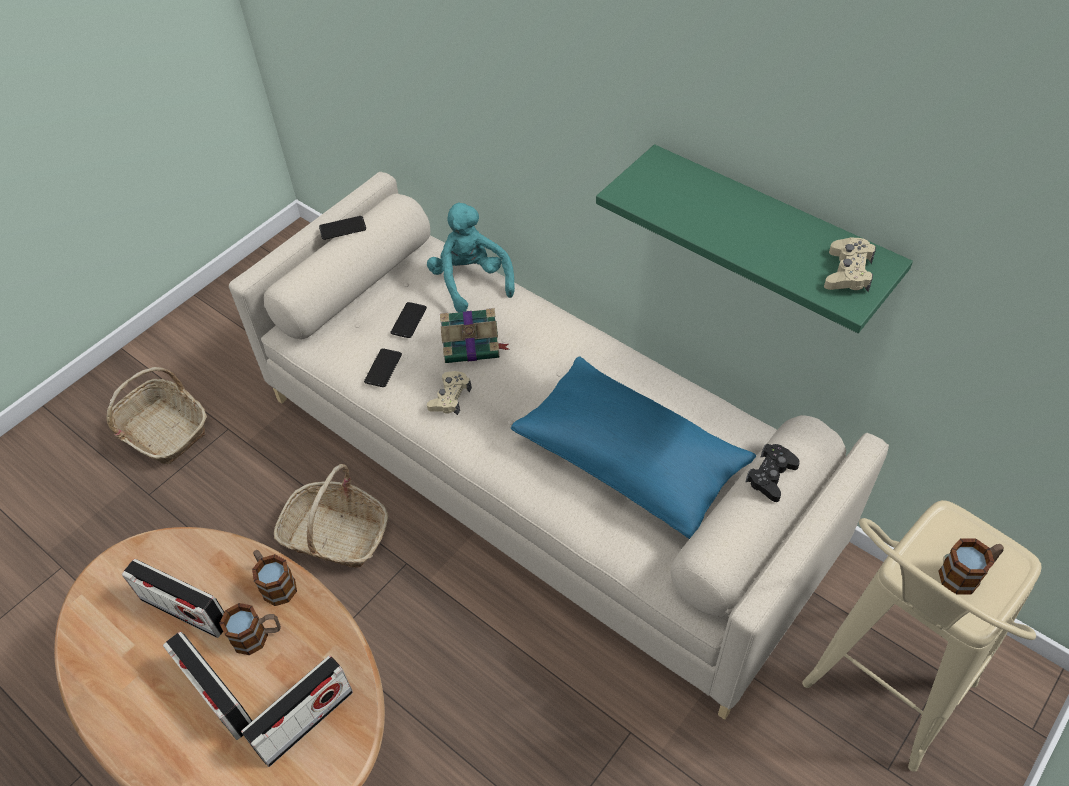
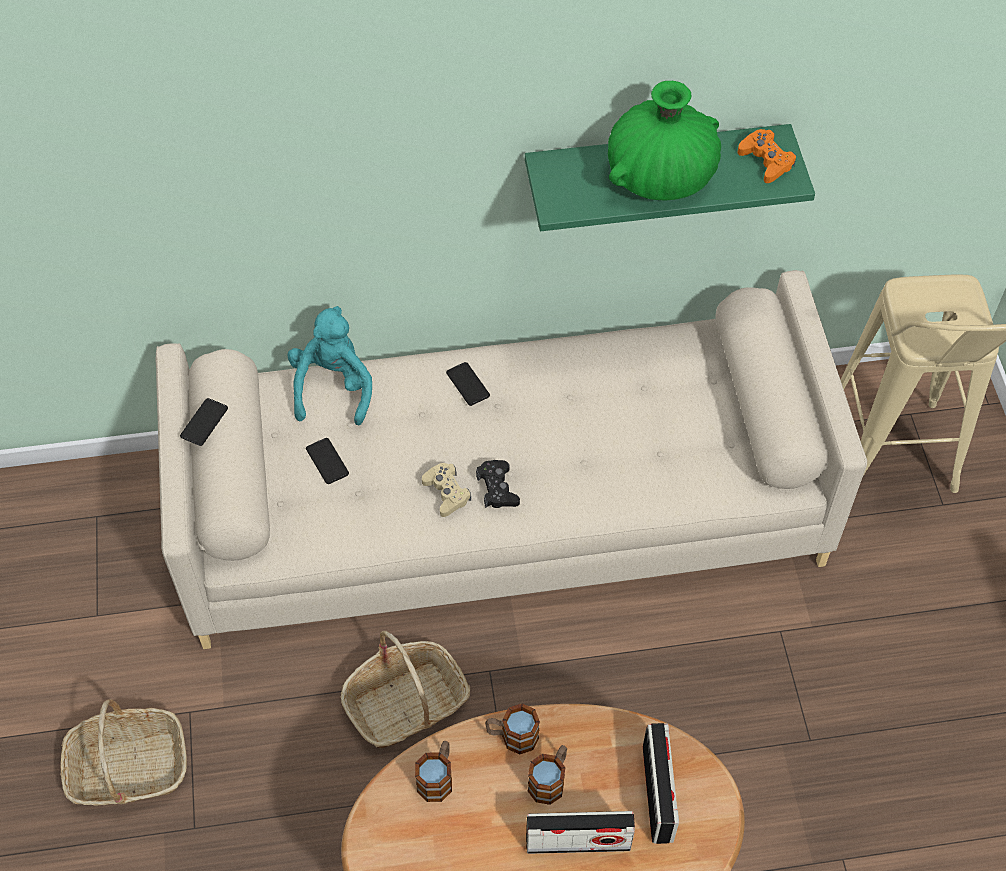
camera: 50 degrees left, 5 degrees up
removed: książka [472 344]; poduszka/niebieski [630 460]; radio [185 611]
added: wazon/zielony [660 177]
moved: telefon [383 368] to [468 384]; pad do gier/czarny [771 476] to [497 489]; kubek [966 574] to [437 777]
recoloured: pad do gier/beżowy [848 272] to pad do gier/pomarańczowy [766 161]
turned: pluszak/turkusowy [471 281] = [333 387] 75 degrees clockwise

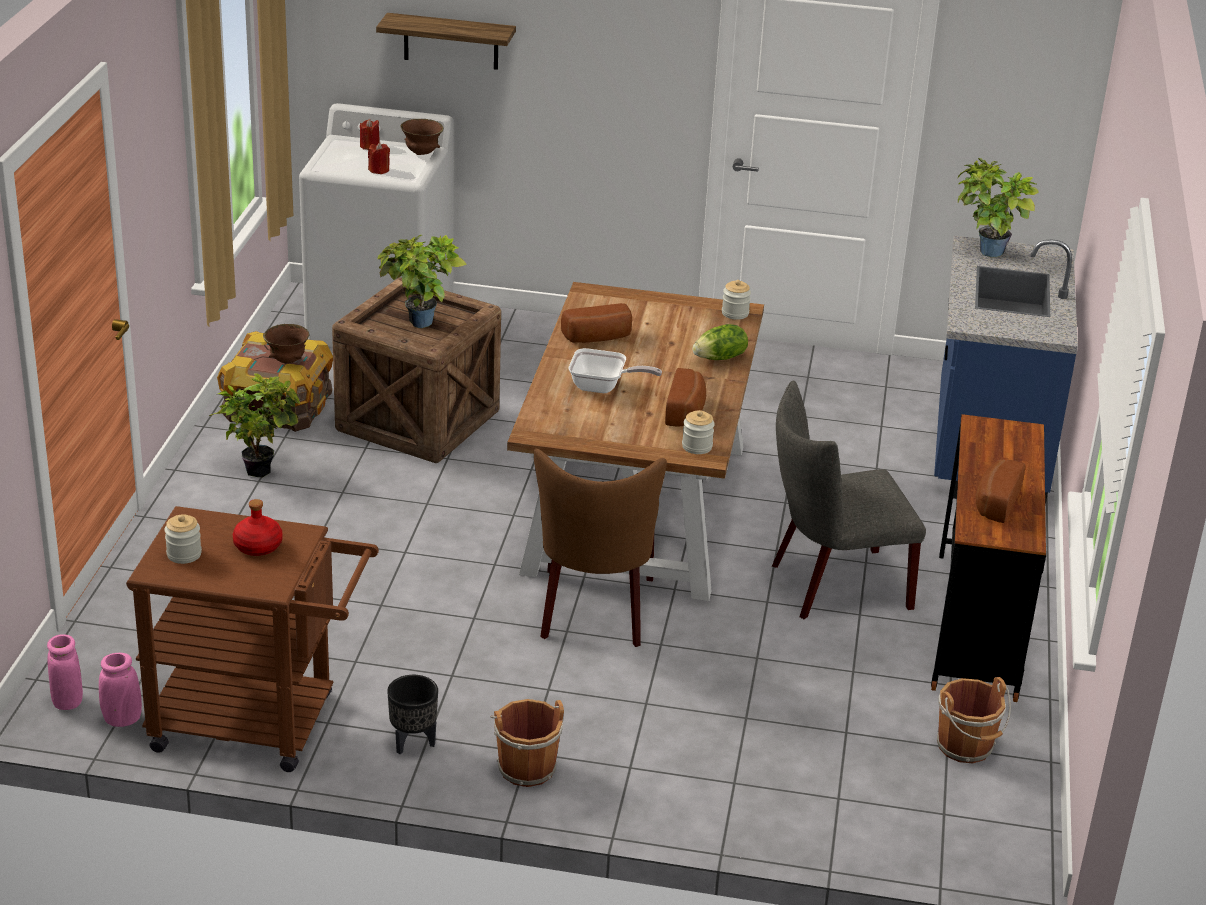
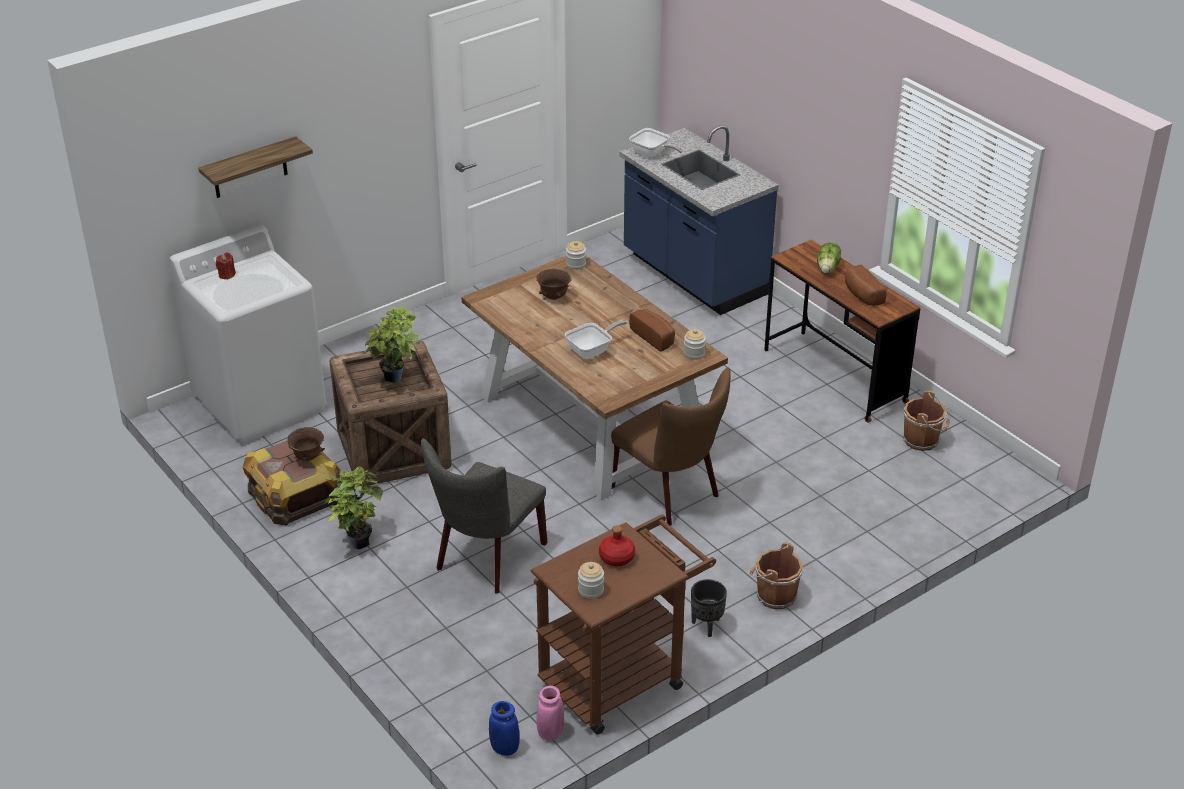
camera: 45 degrees left, 5 degrees up
removed: świeca/czerwony [379 170]; chleb [598 338]
moved: miska/brązowy [421 153] to [554 297]; sałata [720 358] to [828 268]; krzesło/szary [831 586] to [486 559]
replaced: roślina doniczkowa [985 253] to patelnia [652 154]
recoloured: wazon/różowy [67 702] to wazon/niebieski [504 748]

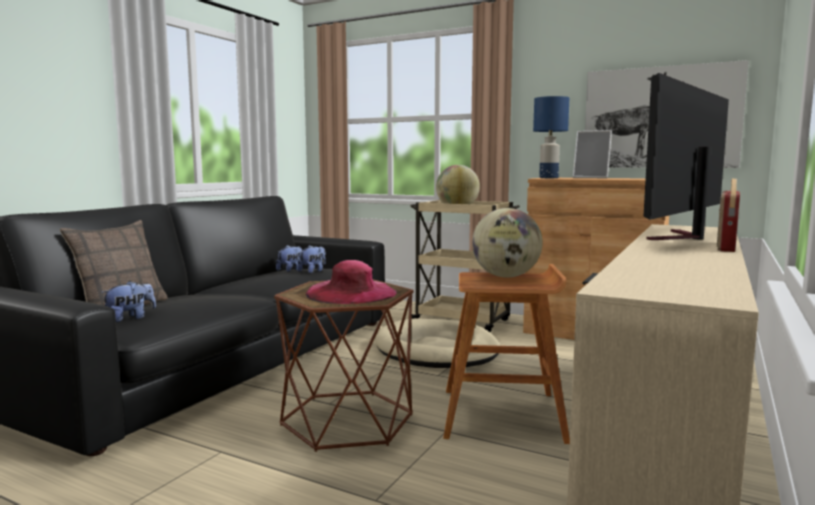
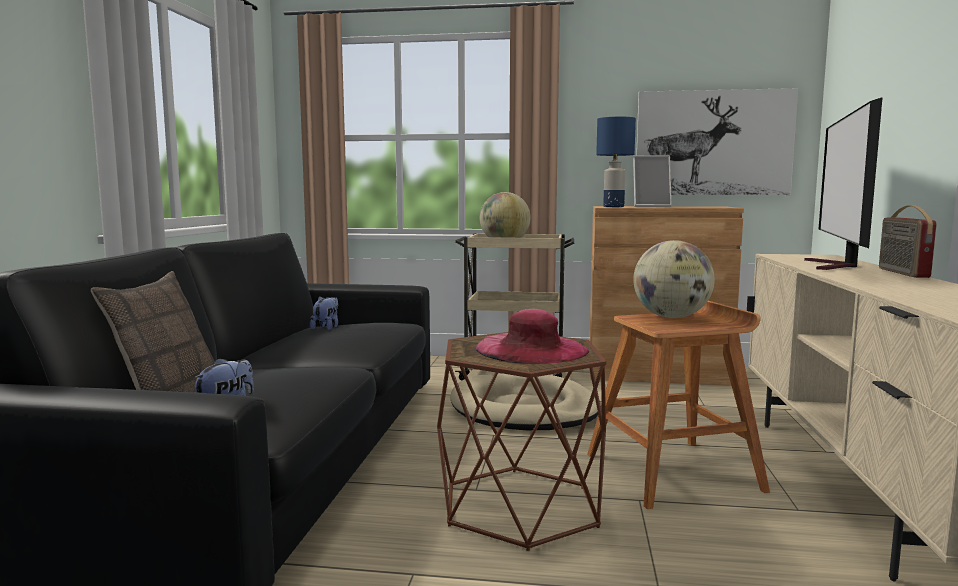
camera: 20 degrees left, 0 degrees up
removed: pluszak [313 271]

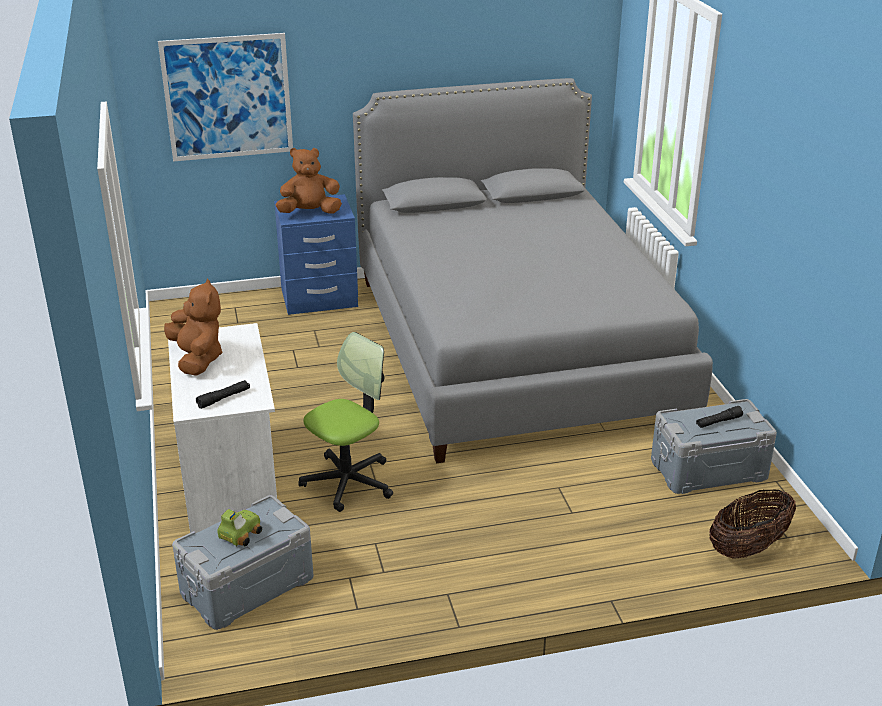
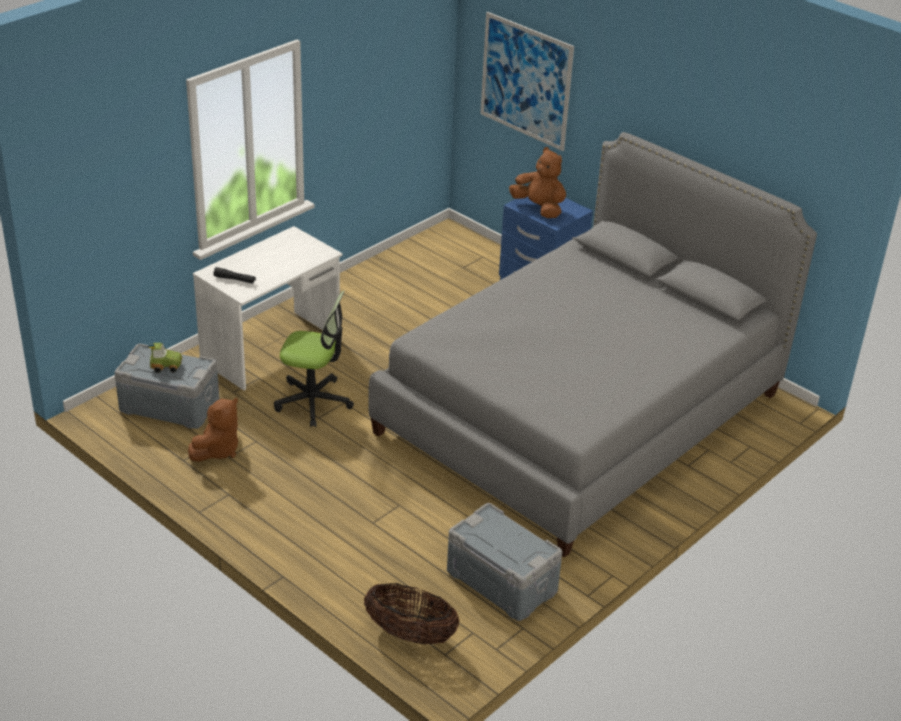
camera: 55 degrees right, 5 degrees up
removed: latarka/czarny [718 422]
moved: pluszak/brązowy [197 359] to [217 450]

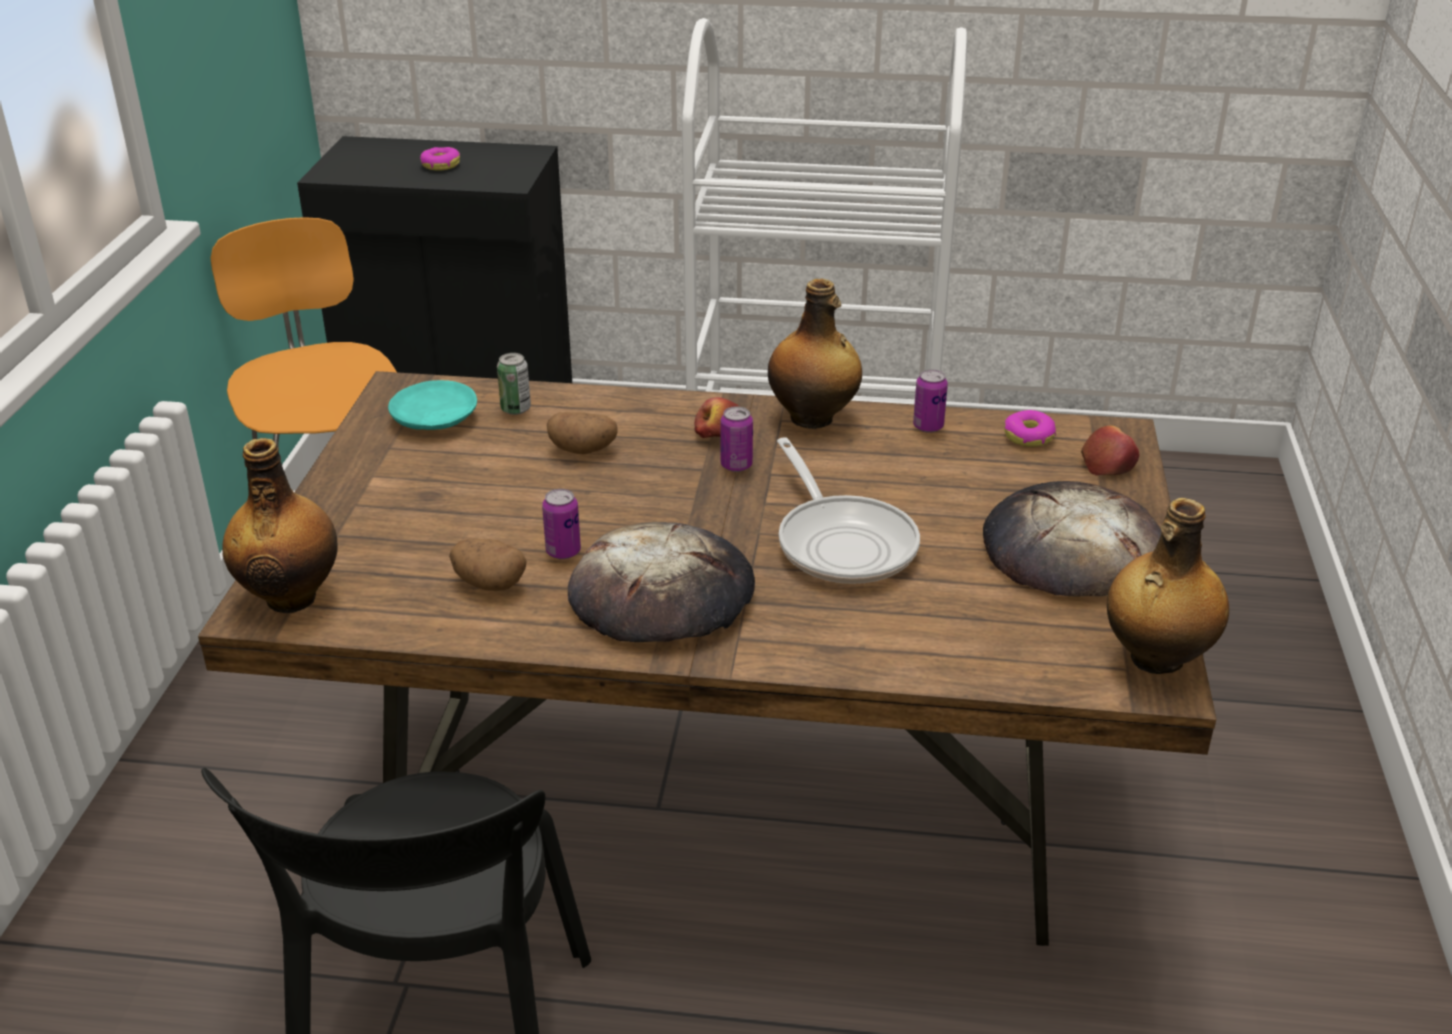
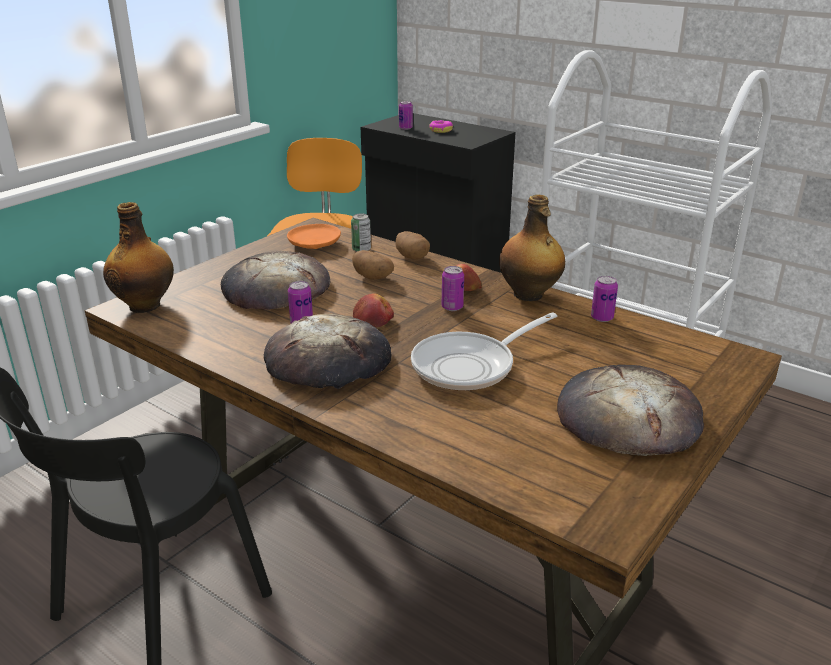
camera: 30 degrees right, 5 degrees down
removed: donut [1028 436]; butelka [1155 659]
added: puszka [405 128]; chleb [275 288]
moved: jabłko [1108 463] to [373 320]; ziemniak [489 583] to [412 257]
recoloured: talerz/turkusowy [434 419] to talerz/pomarańczowy [314 244]
turned: patelnia [842 542] = [470 366] 45 degrees clockwise

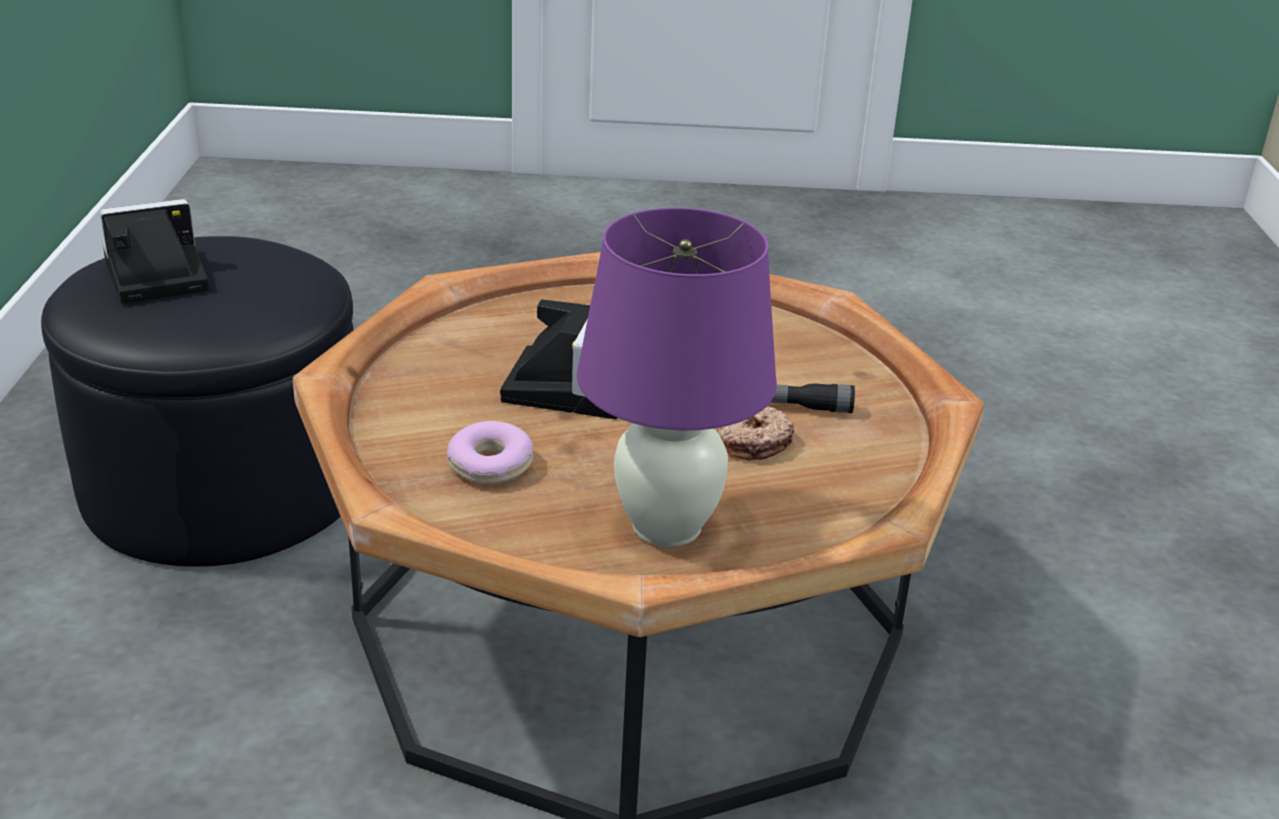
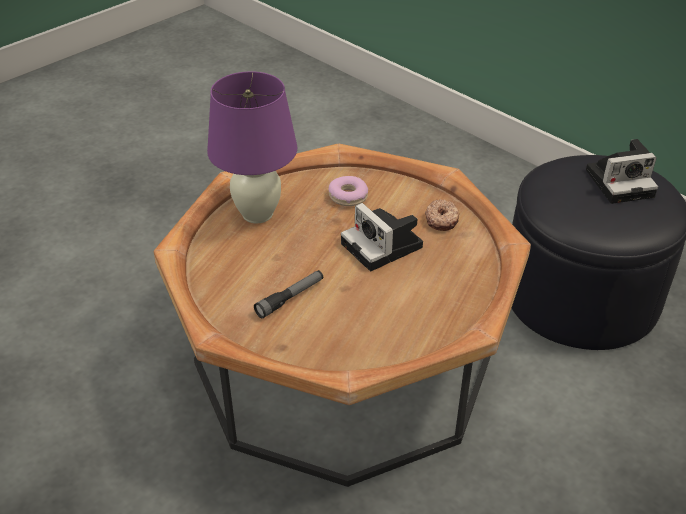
camera: 135 degrees right, 10 degrees up
moved: donut [753 443] to [442 220]
turned: aparat fotograficzny [151 277] = [621 182] 60 degrees clockwise

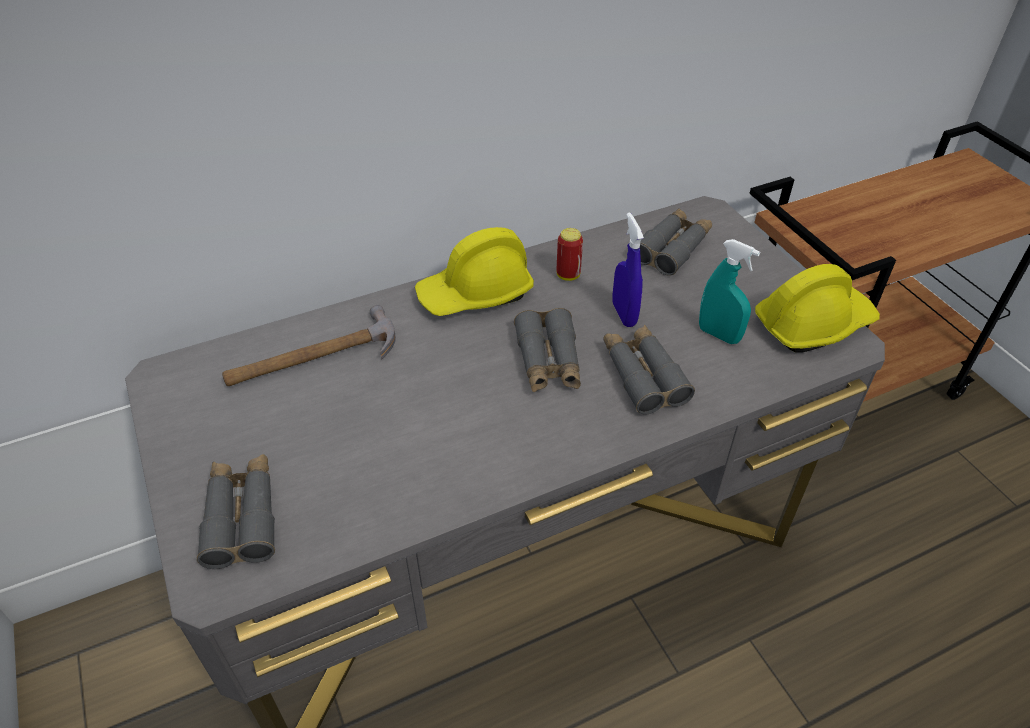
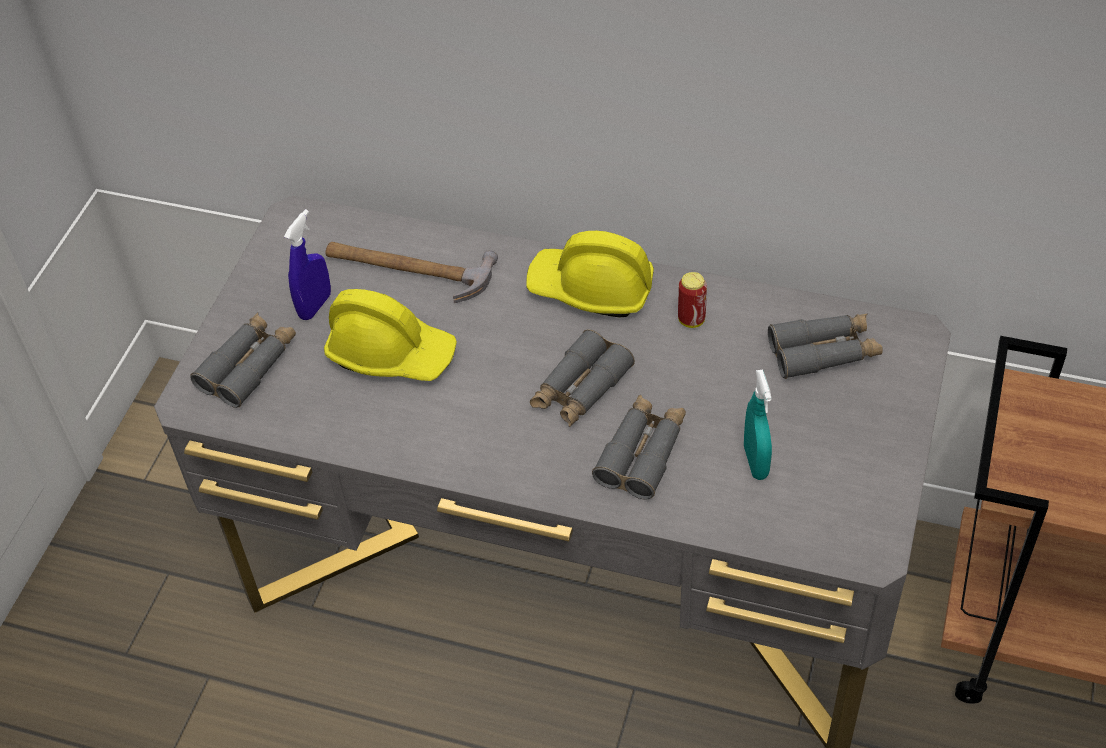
camera: 45 degrees right, 5 degrees up
moved: spryskiwacz/niebieski [624 314] to [315 306]; kask/żółty [812 324] to [391 353]

